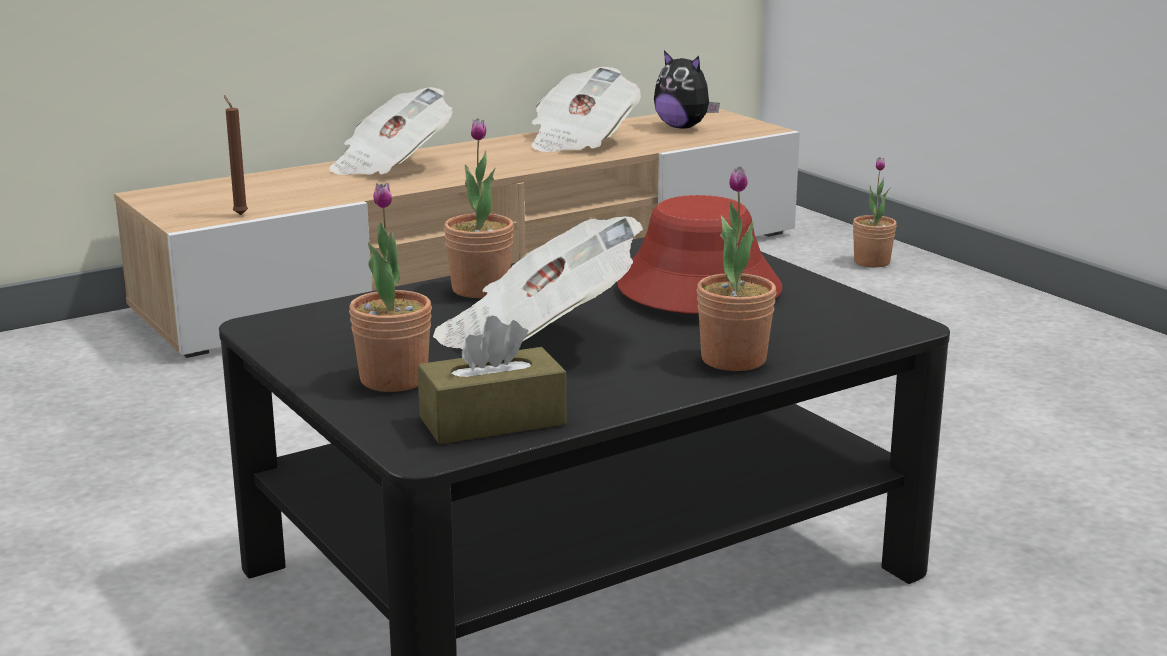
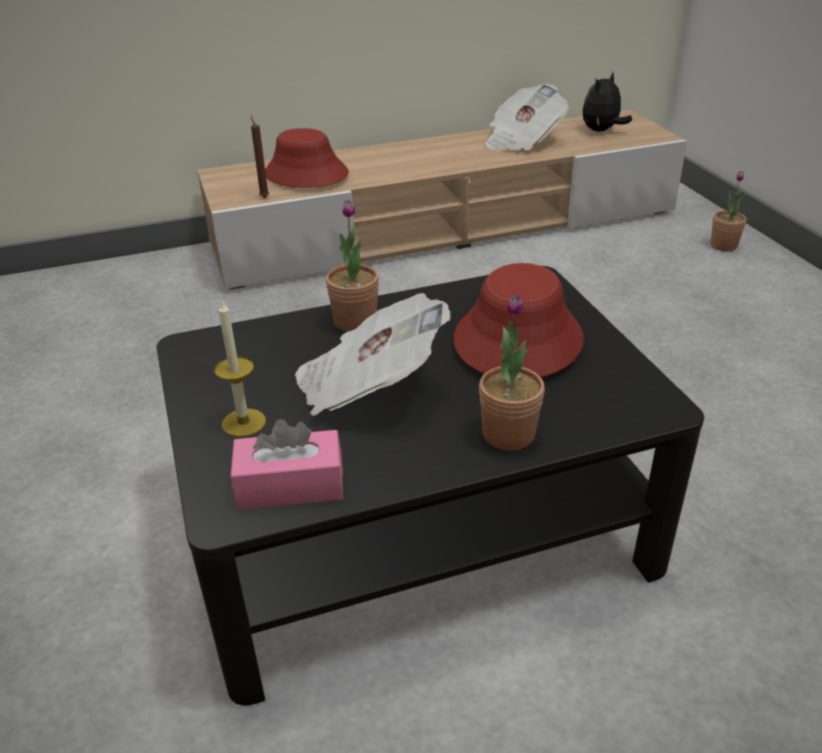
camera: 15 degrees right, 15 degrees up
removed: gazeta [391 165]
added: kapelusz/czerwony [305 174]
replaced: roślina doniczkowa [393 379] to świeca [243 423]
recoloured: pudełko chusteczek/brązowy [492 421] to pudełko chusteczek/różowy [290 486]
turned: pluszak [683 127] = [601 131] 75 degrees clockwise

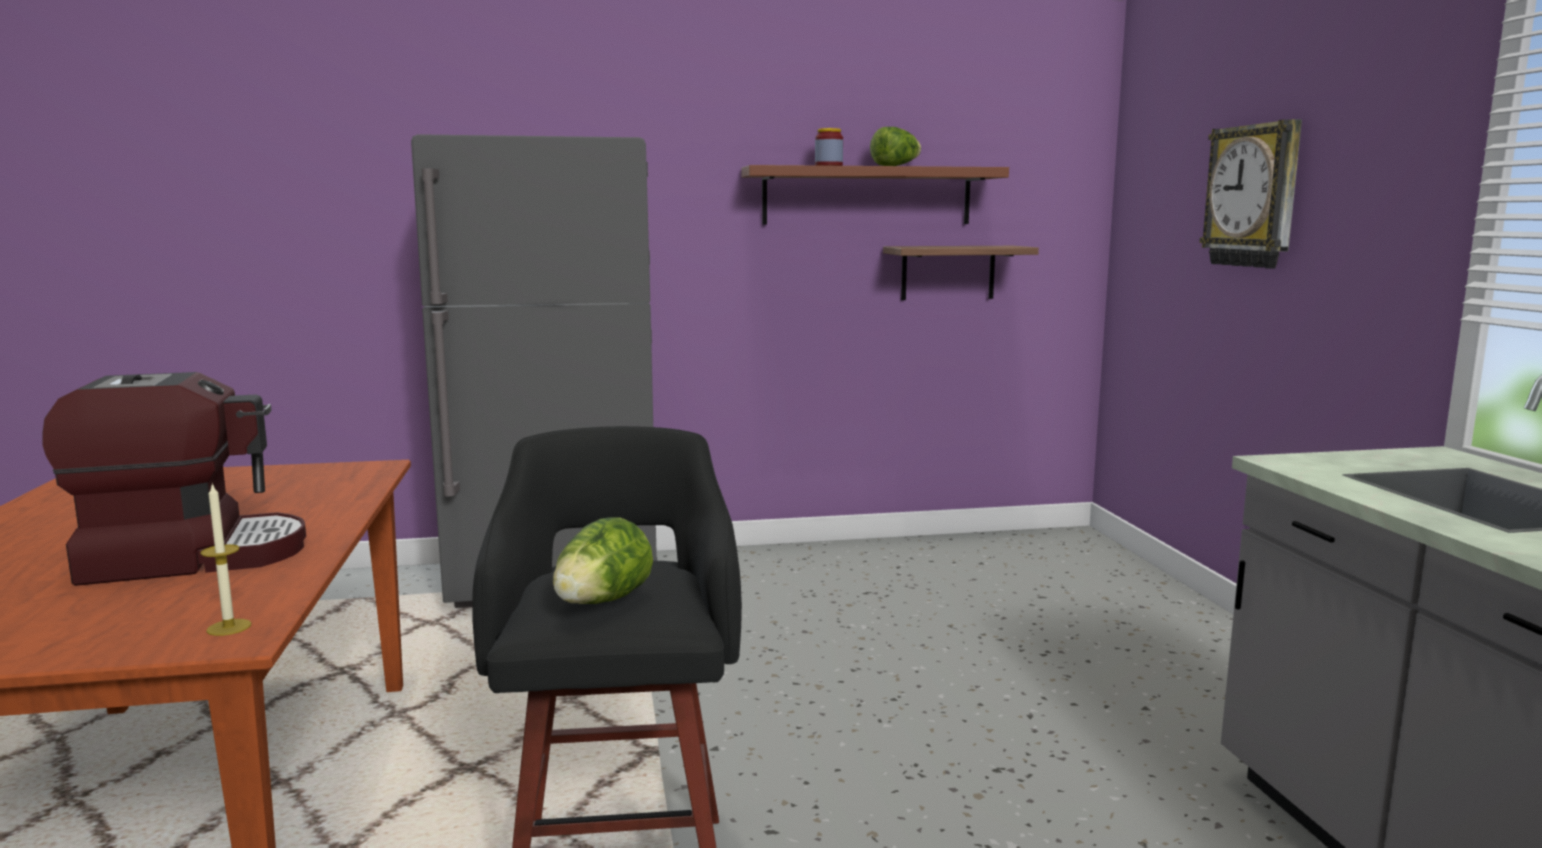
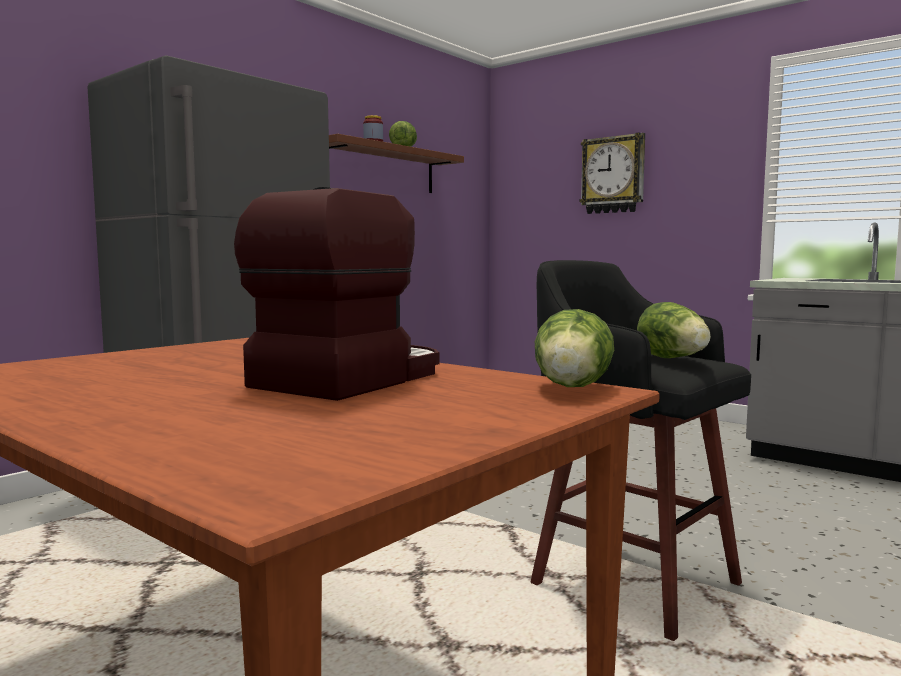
camera: 40 degrees left, 5 degrees down
removed: półka [948 272]
replaced: świeca [229 627] to sałata [572 389]

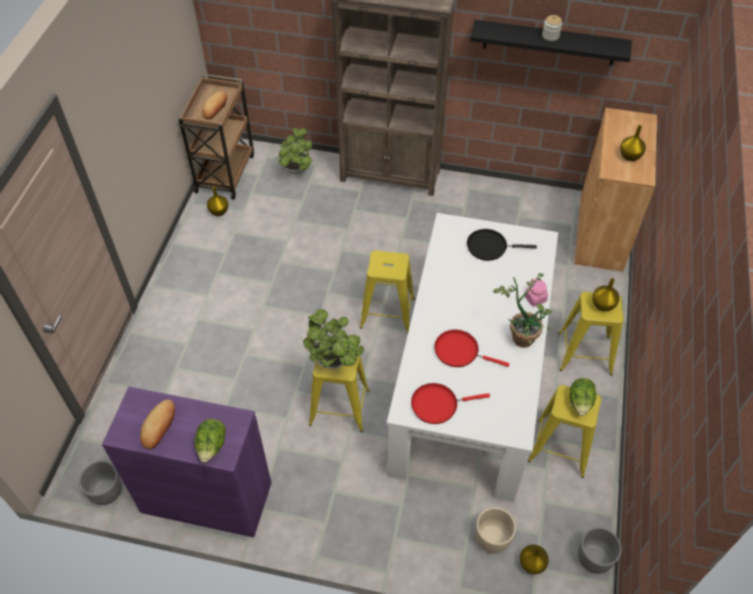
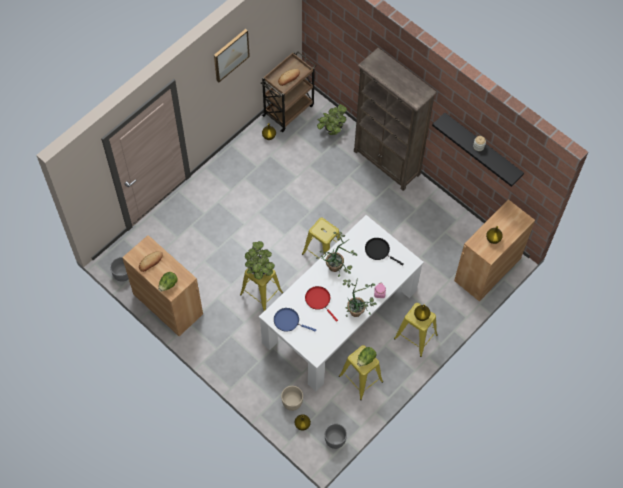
camera: 30 degrees right, 10 degrees up
added: obraz [230 55]; roślina doniczkowa [338 266]
recoloured: patelnia/czerwony [437 404] to patelnia/niebieski [288 321]; szafka/fioletowy [206 497] to szafka/brązowy [168 304]

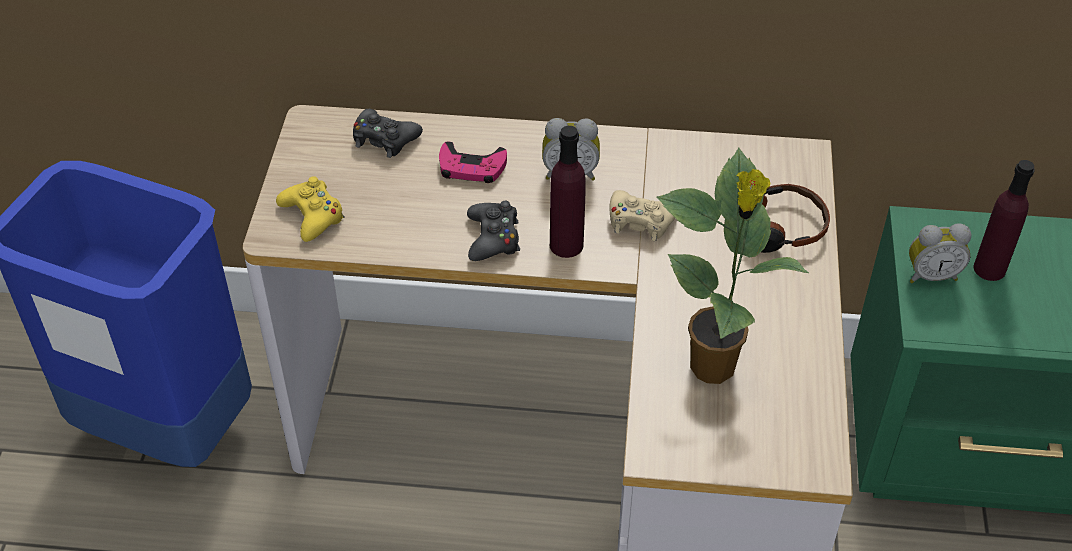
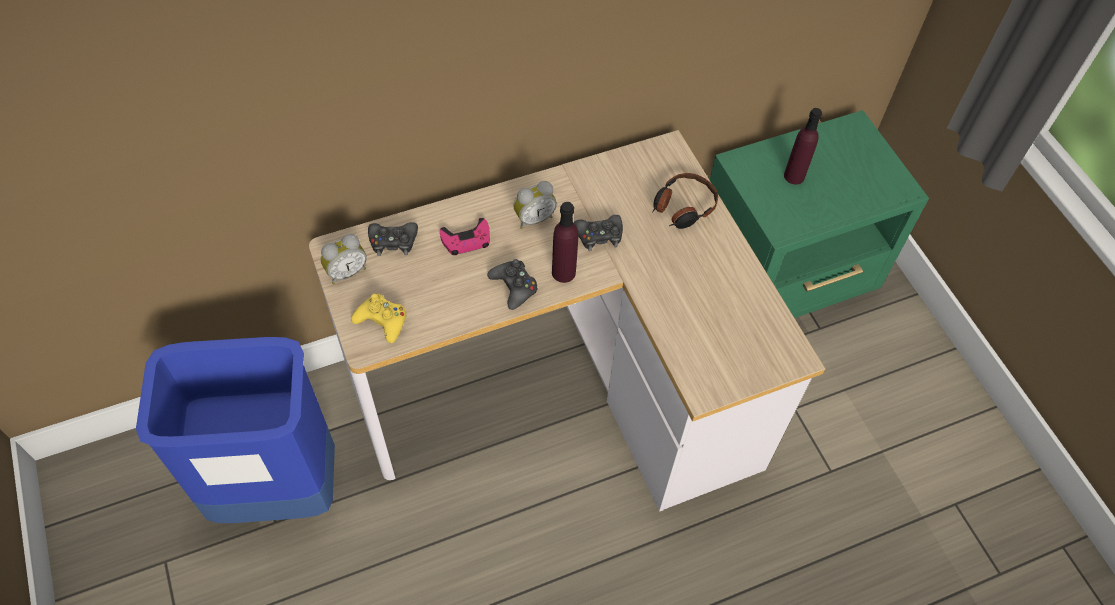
camera: 30 degrees left, 10 degrees up
removed: roślina doniczkowa [714 369]
moved: budzik [931 275] to [346 272]
recoloured: pad do gier/beżowy [640 221] to pad do gier/czarny [599 235]

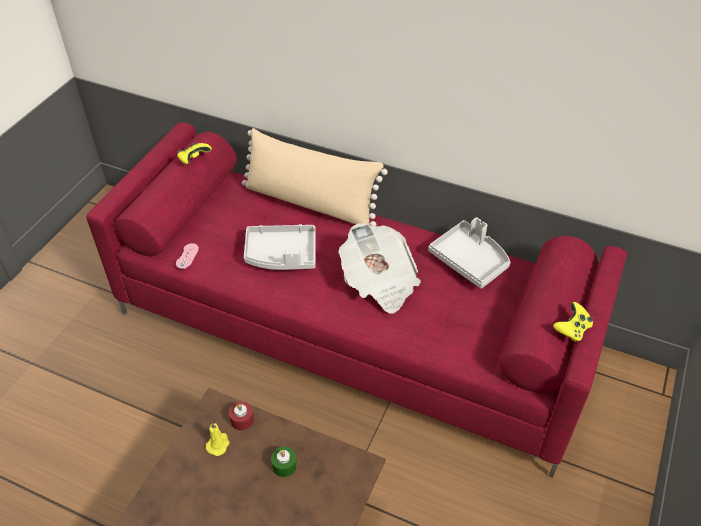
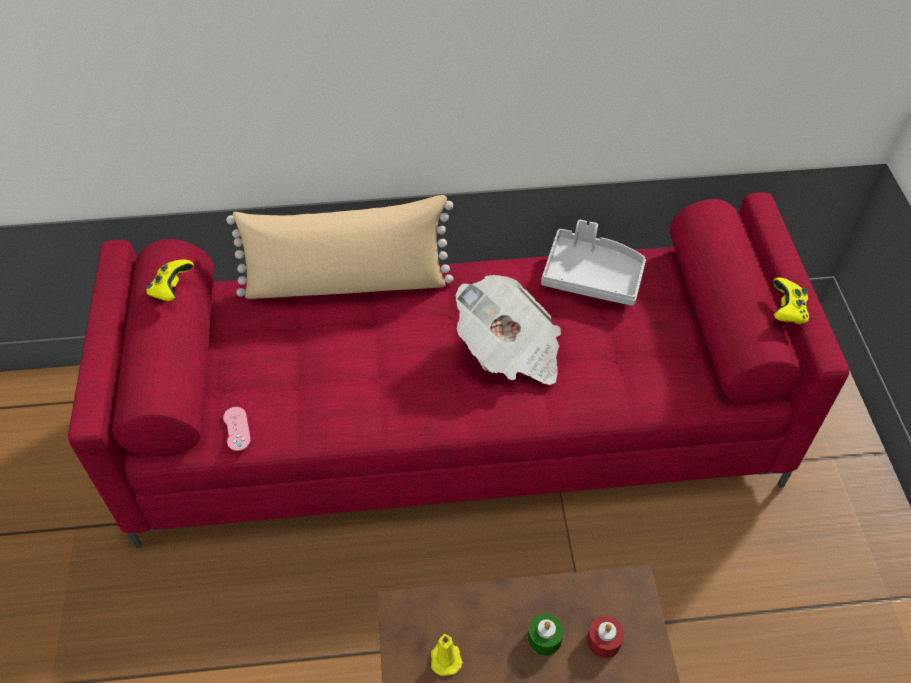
camera: 30 degrees left, 5 degrees up
removed: taca/szary [281 255]
moved: świeca/czerwony [242 420] to [603 641]

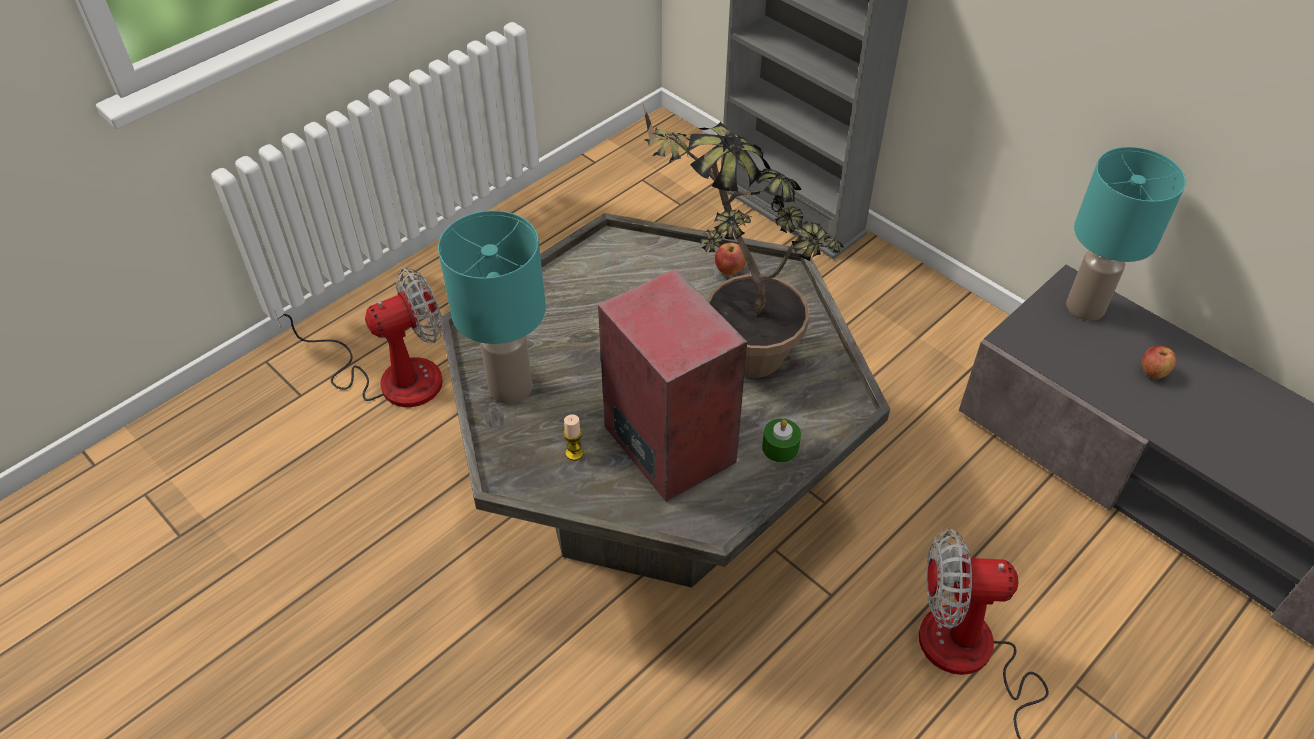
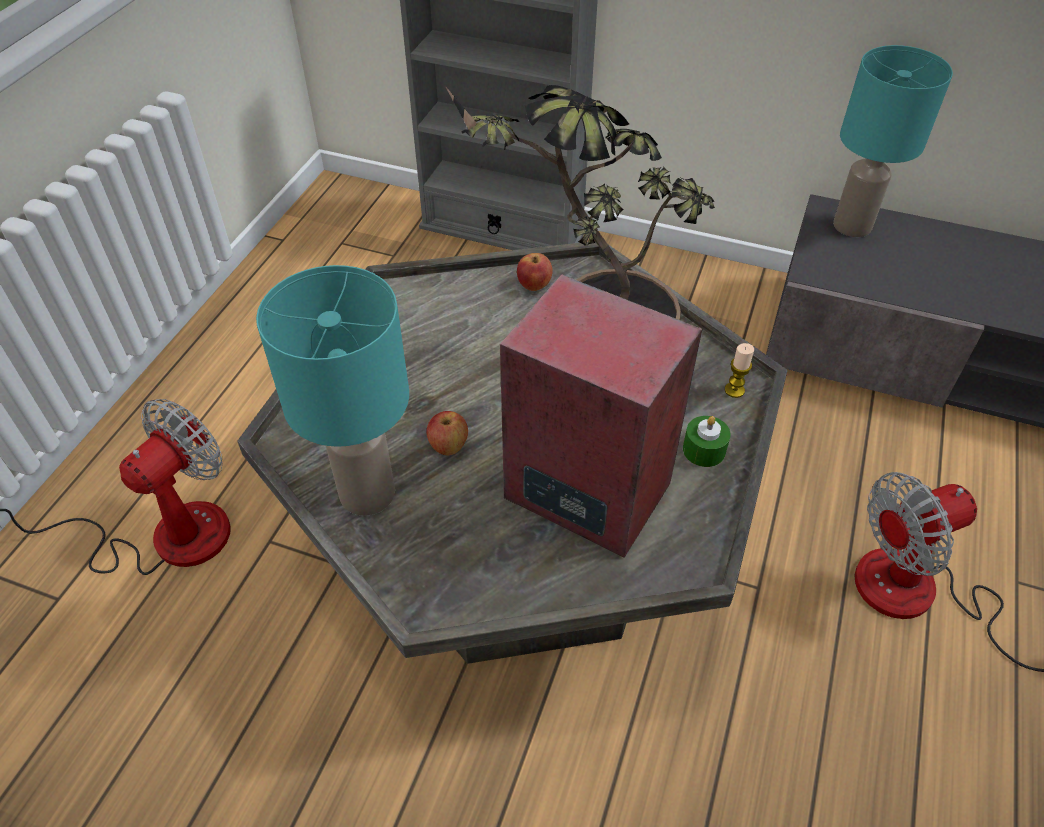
camera: 25 degrees left, 0 degrees up
moved: jabłko [1153 372] to [448 446]; świeca [574 453] to [734 390]

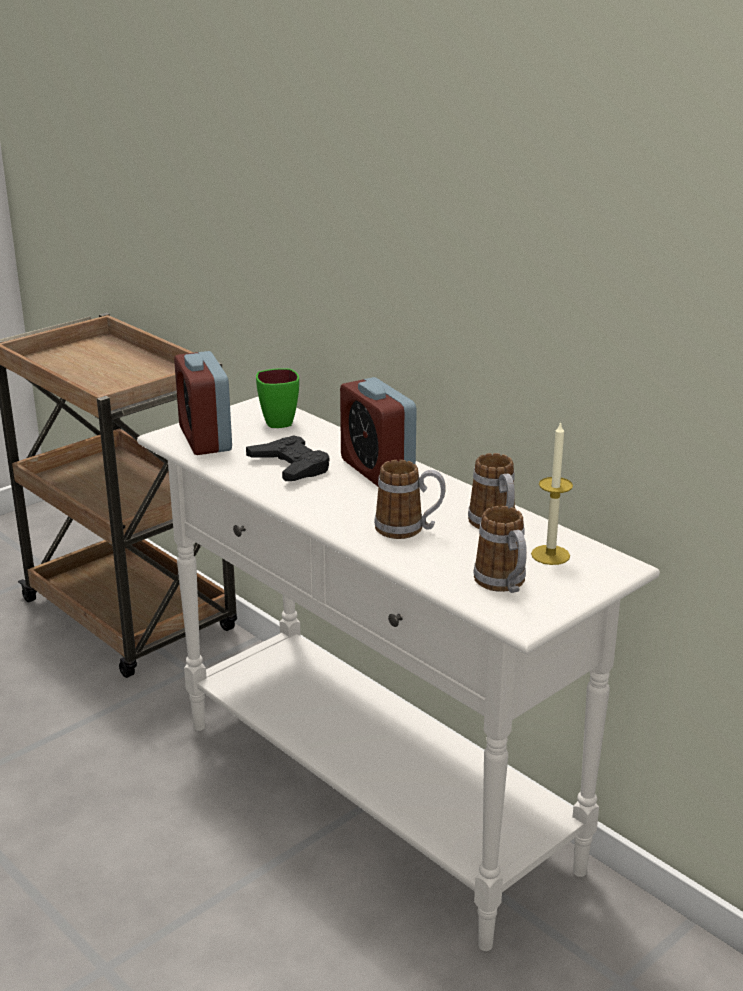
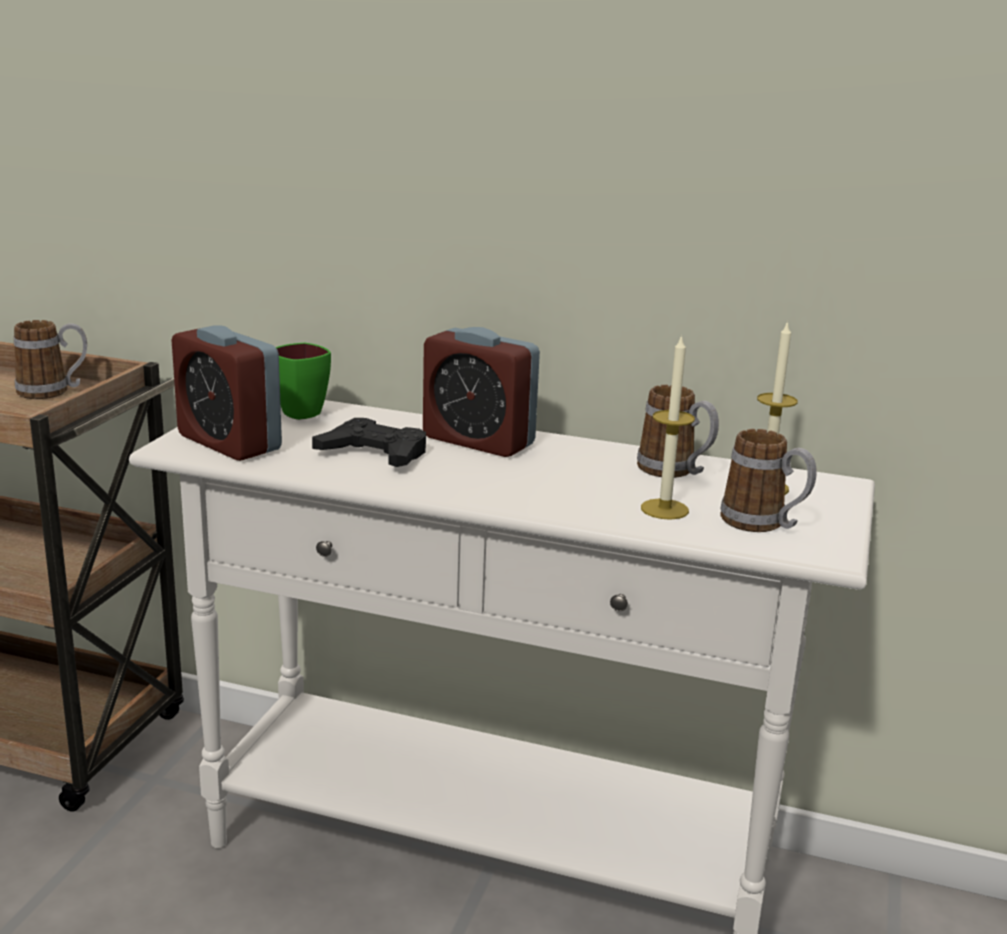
camera: 30 degrees left, 5 degrees down
added: świeca [664 509]
moved: kubek [409 529] to [53 391]

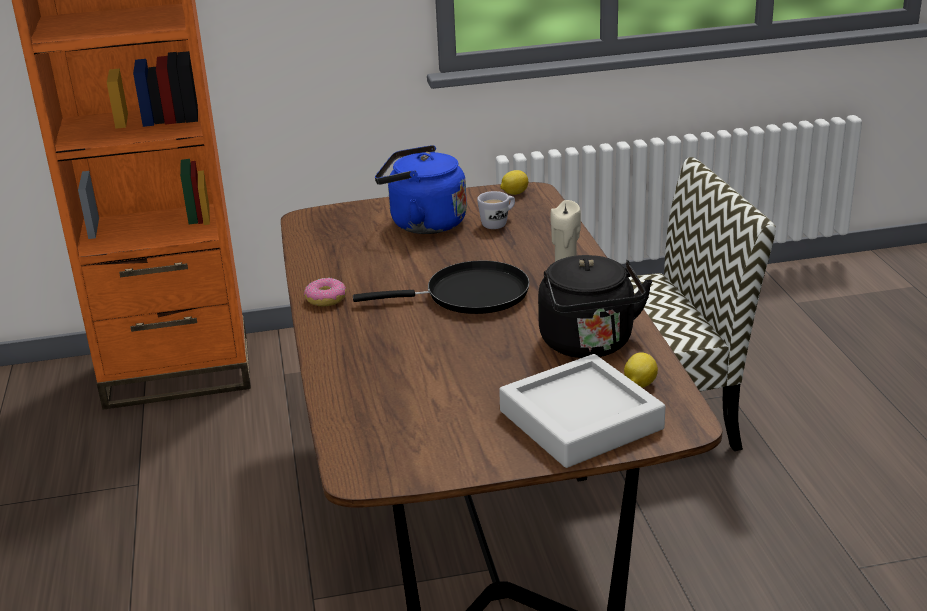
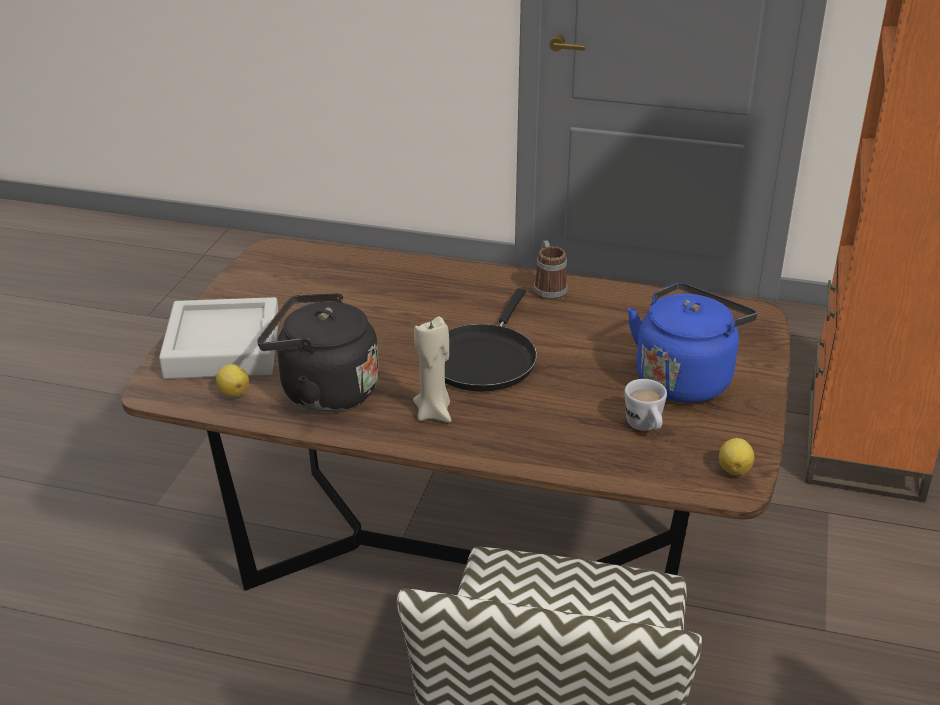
camera: 115 degrees right, 5 degrees up
replaced: donut [326 299] to kubek [548 289]

